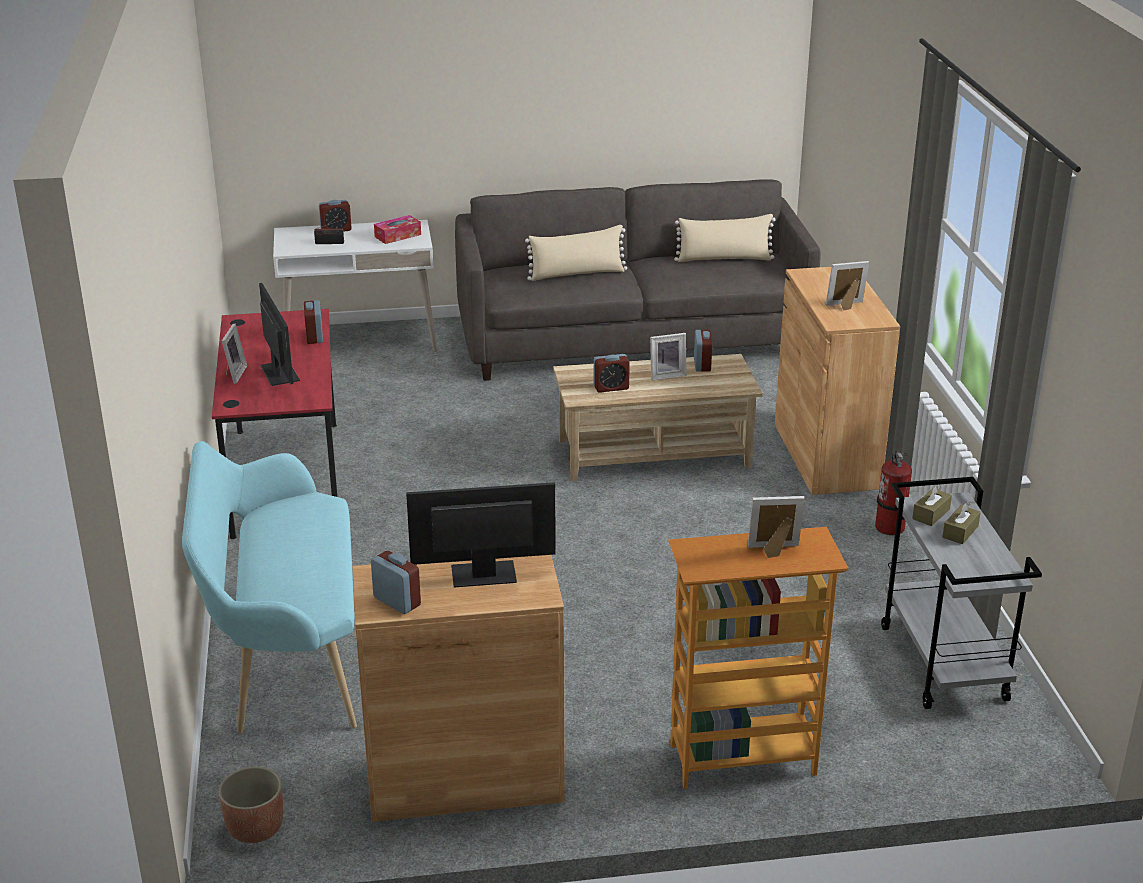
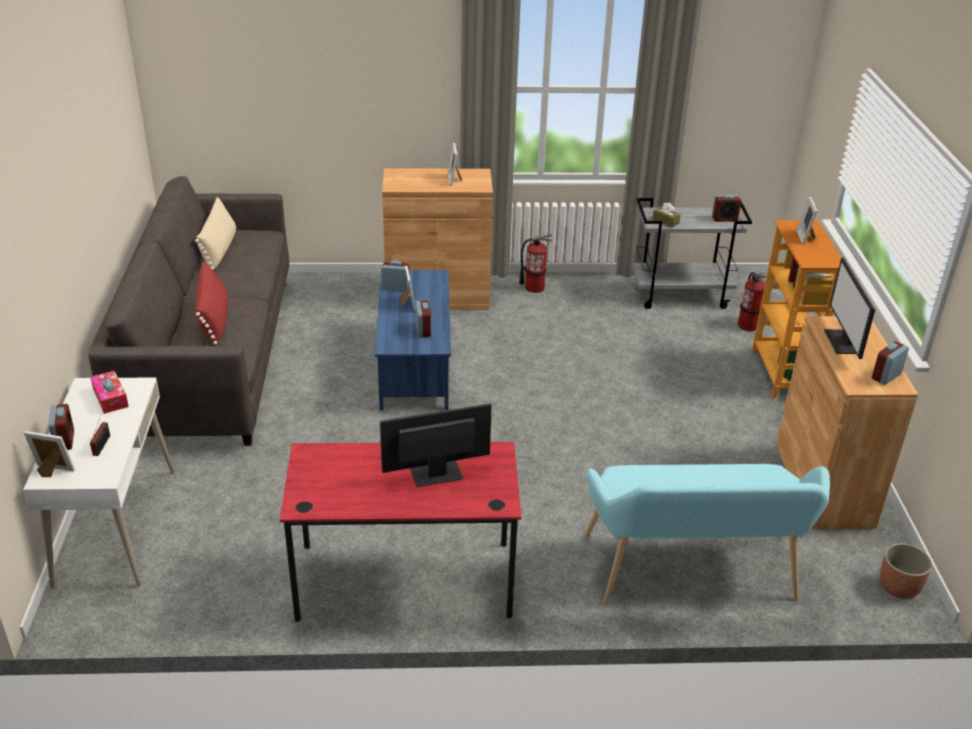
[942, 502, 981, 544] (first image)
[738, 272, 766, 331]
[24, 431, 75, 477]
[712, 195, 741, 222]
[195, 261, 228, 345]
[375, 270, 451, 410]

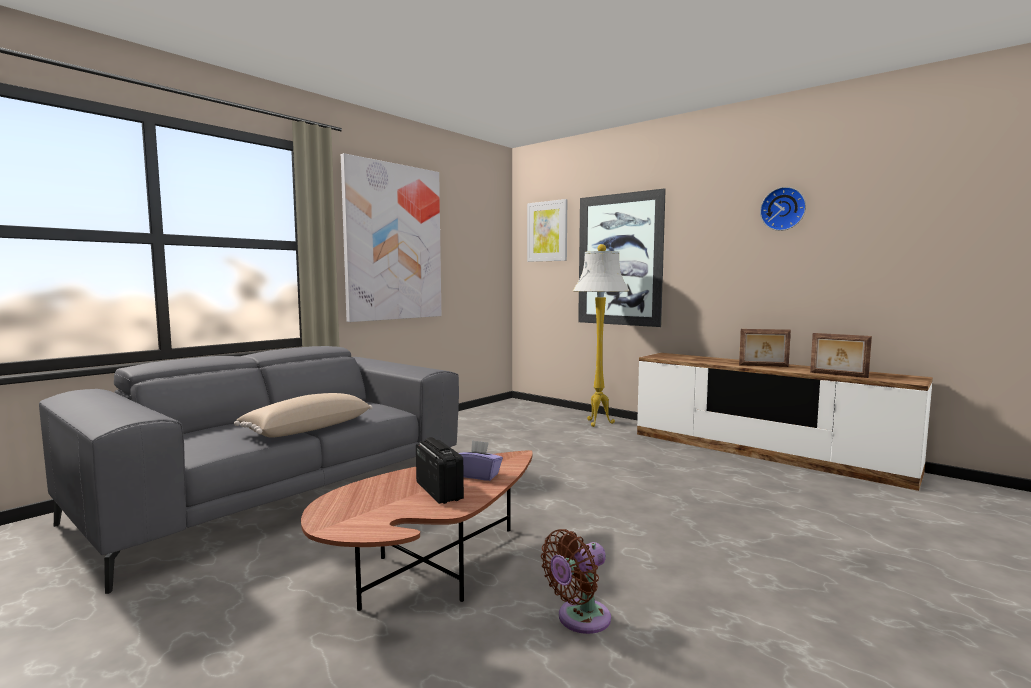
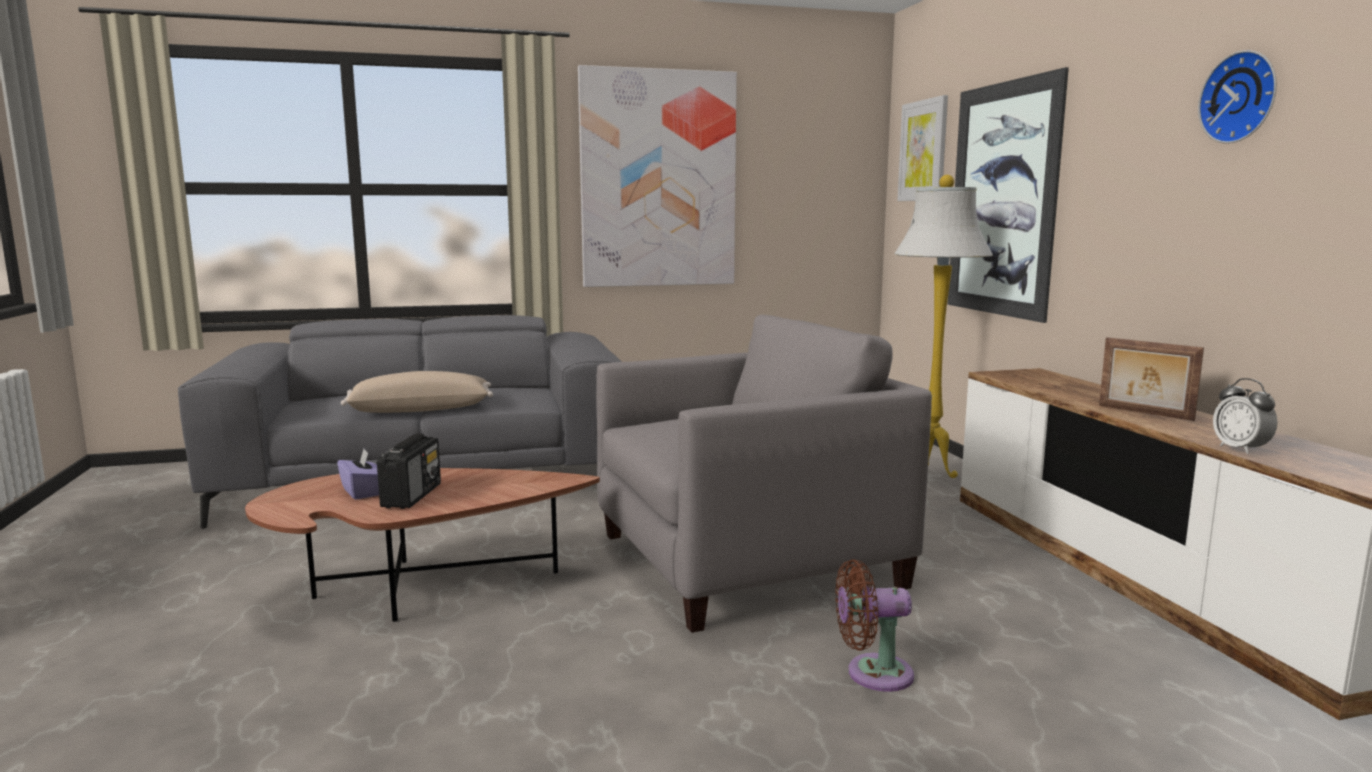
[596, 315, 932, 633]
[337, 449, 379, 500]
[835, 559, 914, 692]
[1213, 378, 1278, 454]

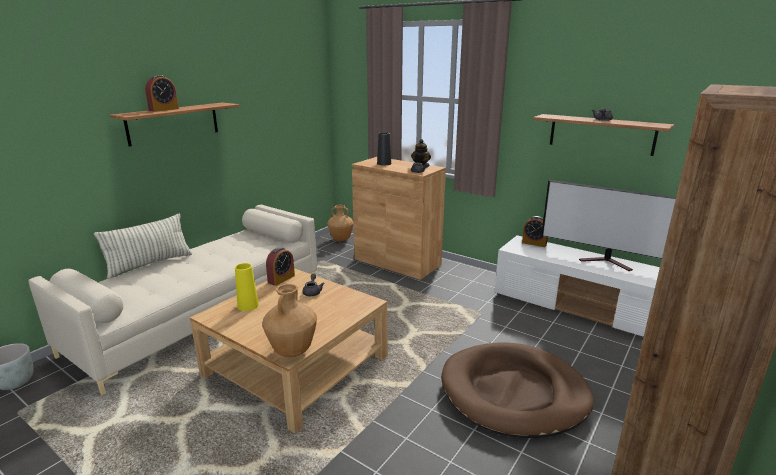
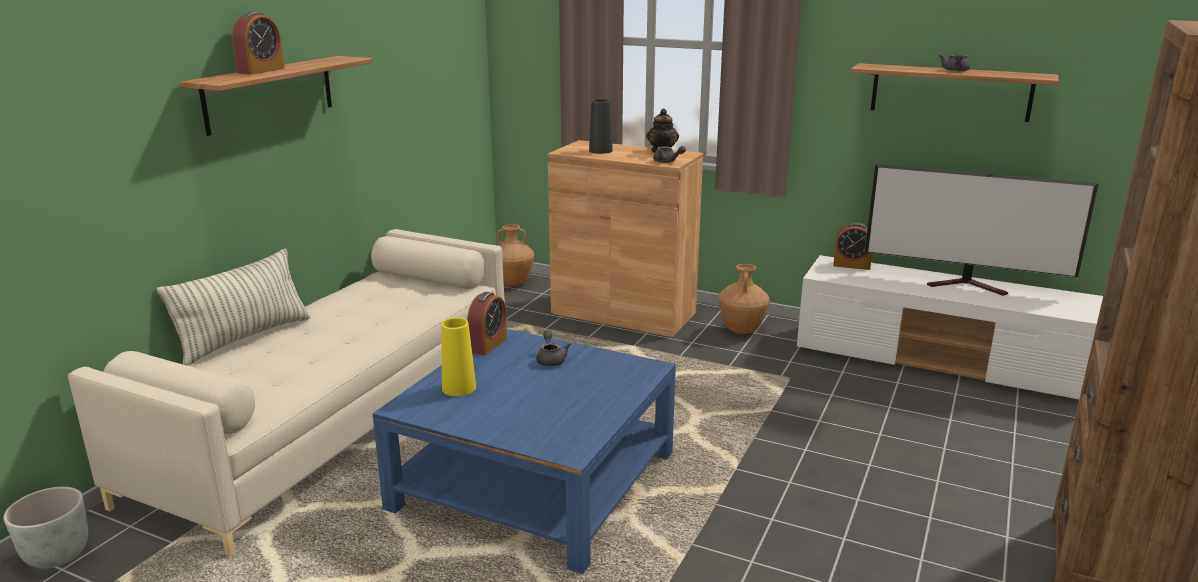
[441, 342, 594, 438] (first image)
[719, 264, 770, 334]
[372, 329, 676, 574]

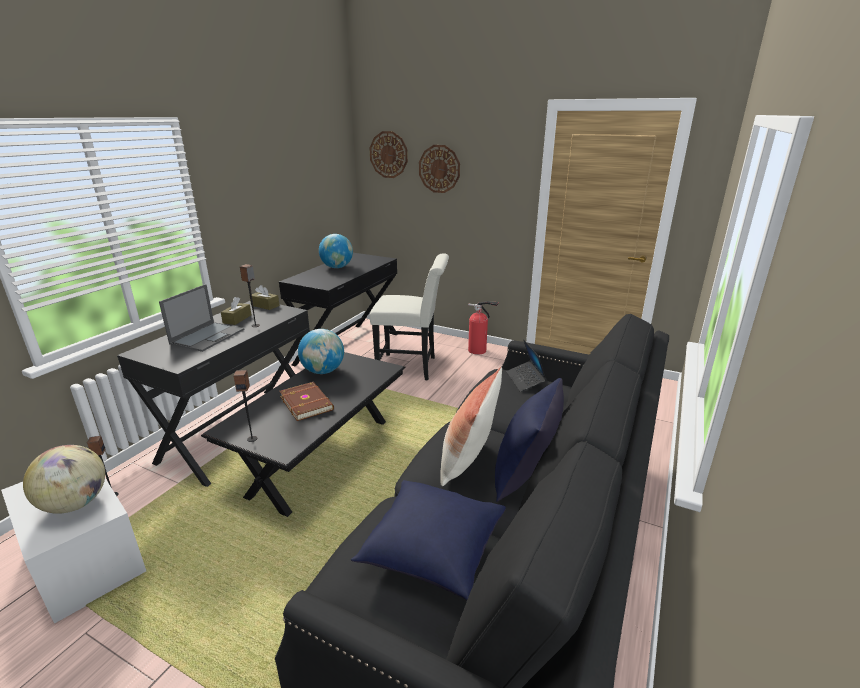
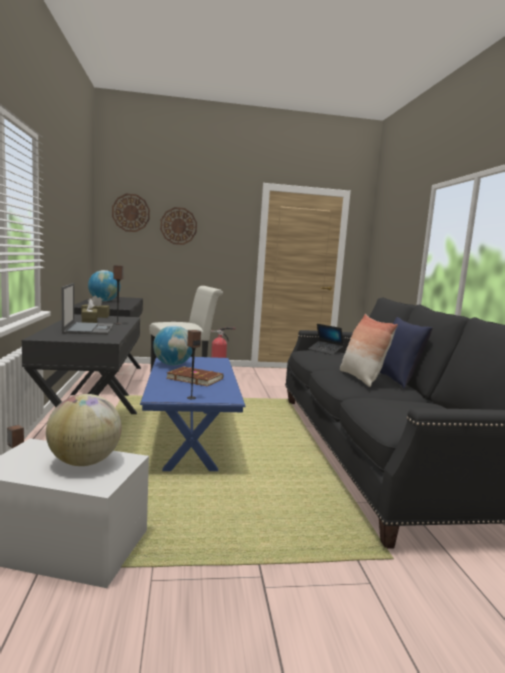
[351, 480, 506, 601] (first image)
[140, 357, 245, 471]

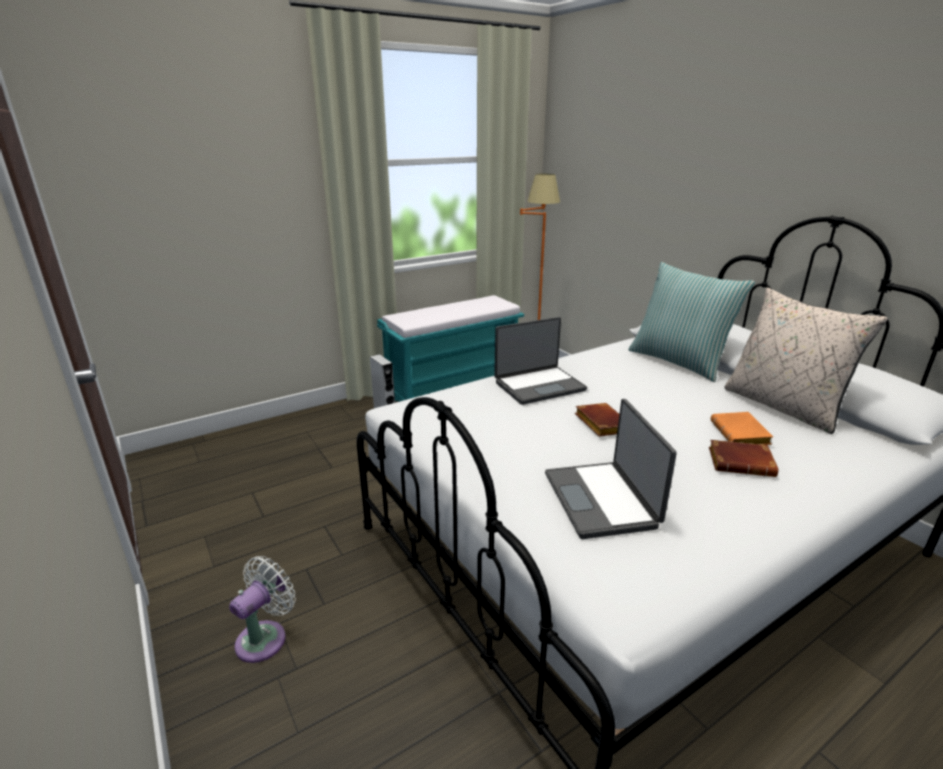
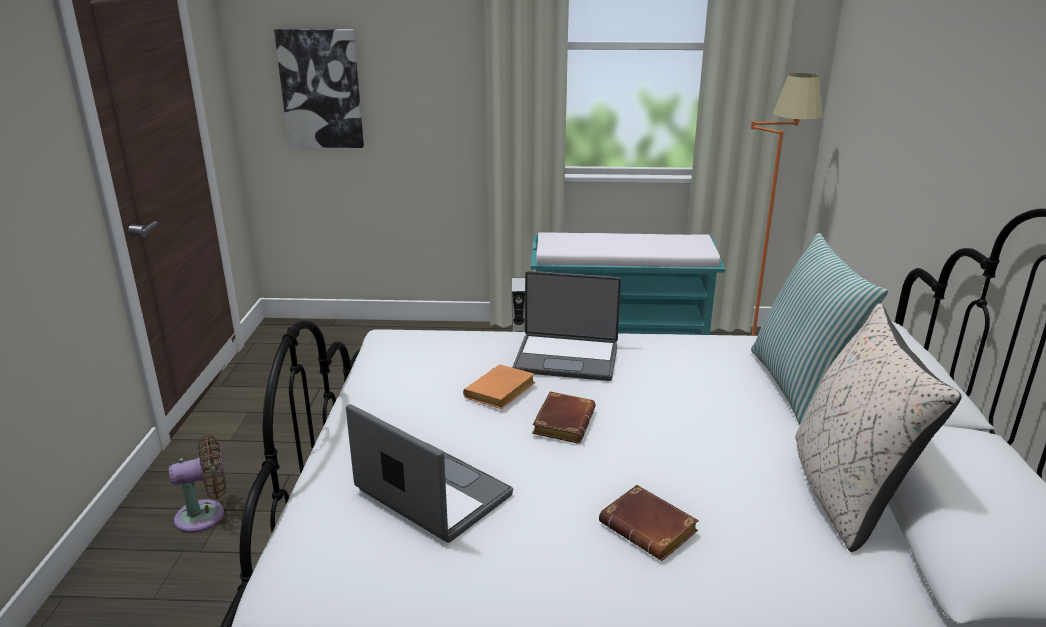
[274, 29, 364, 148]
[463, 365, 535, 409]
[169, 435, 226, 533]
[346, 404, 513, 543]

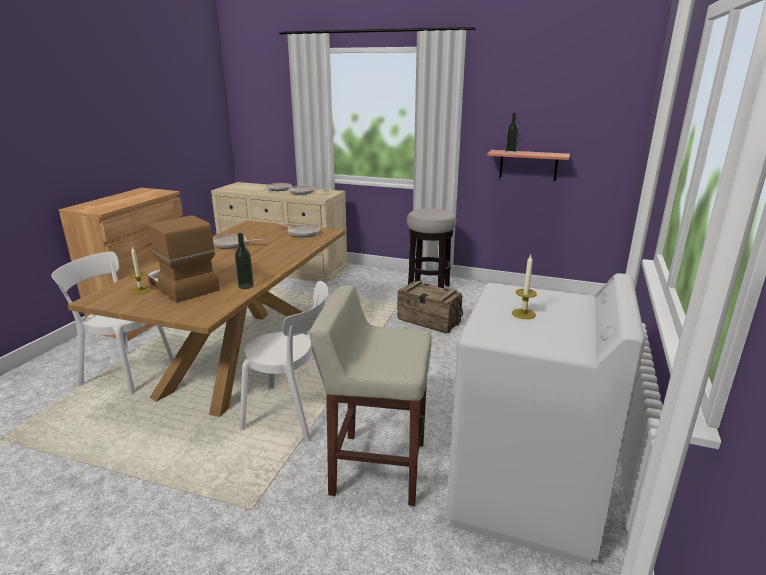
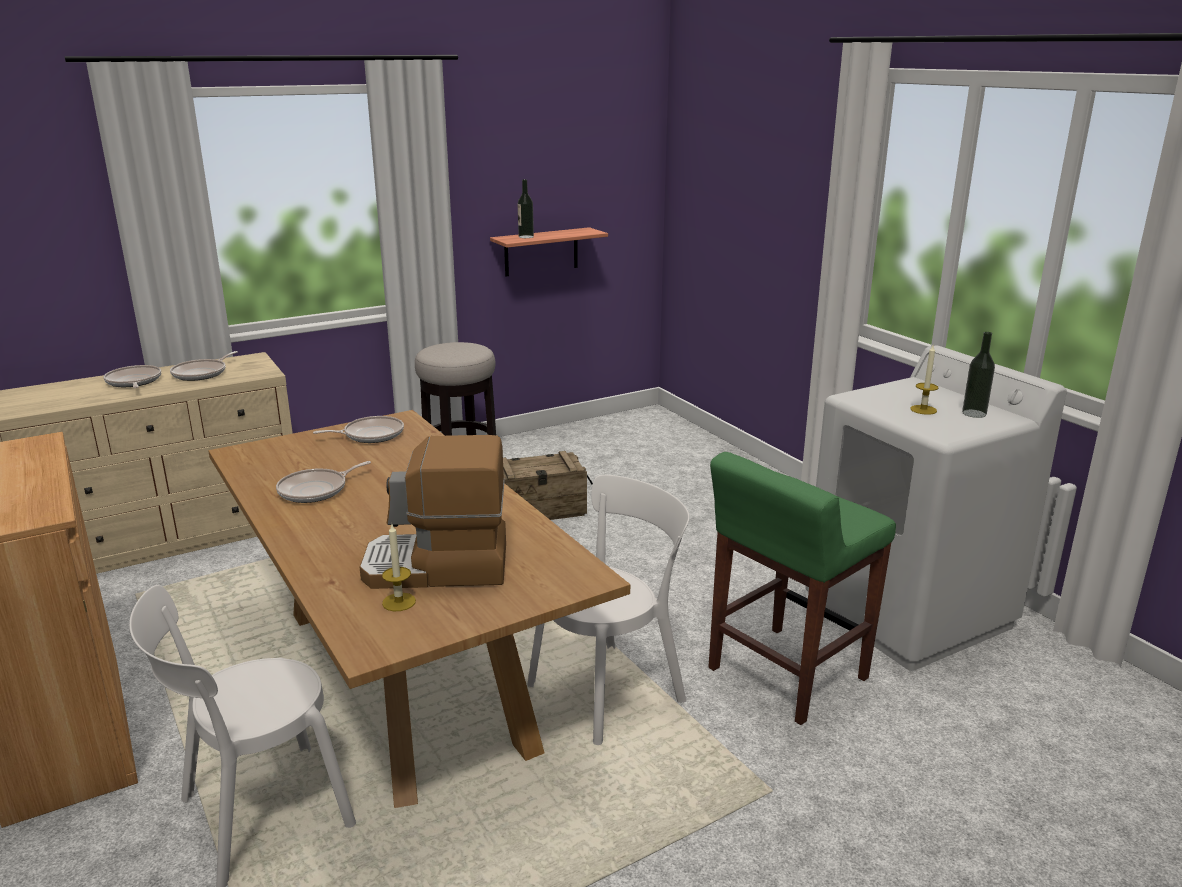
[962, 332, 995, 418]
[708, 452, 896, 725]

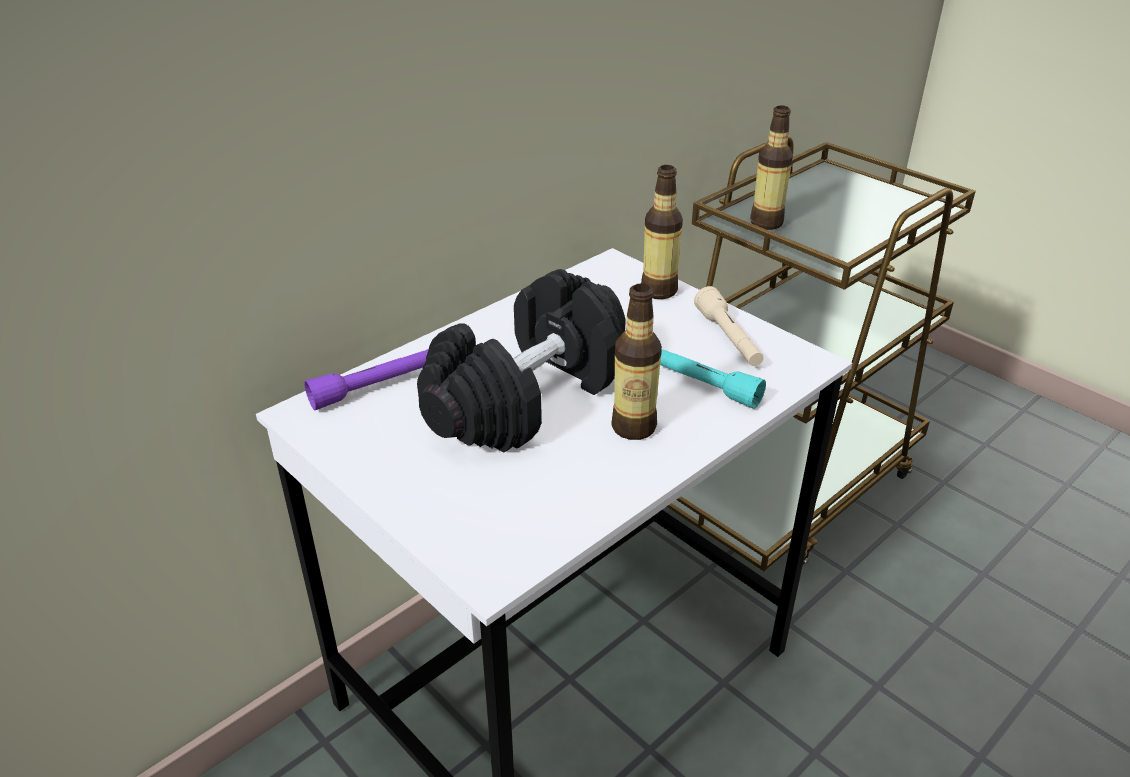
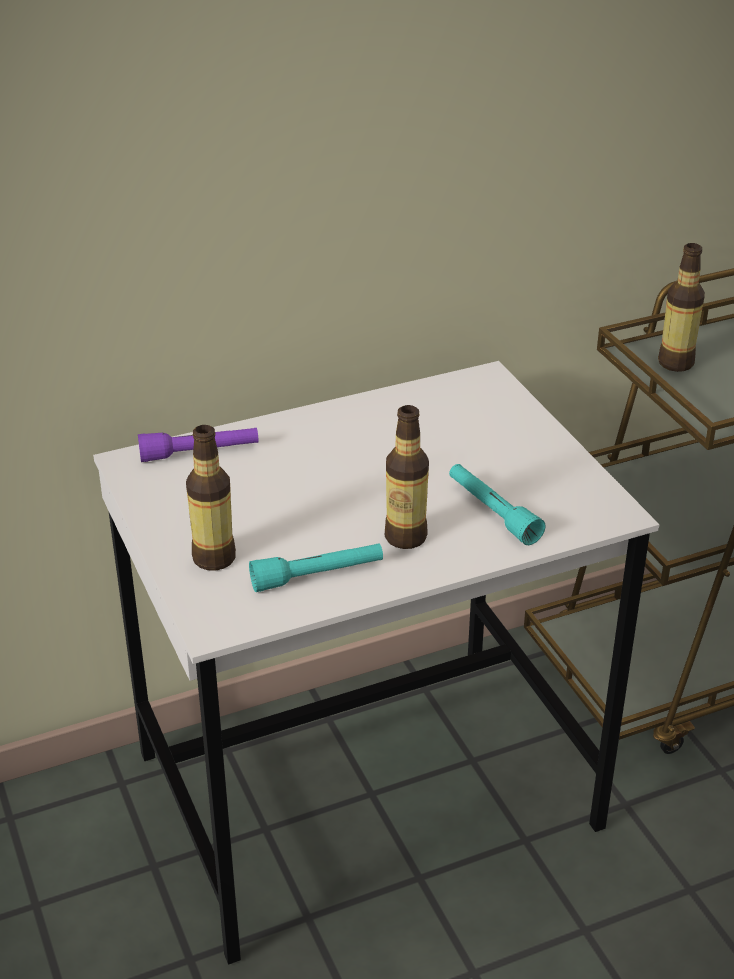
[417, 269, 626, 453] (first image)
[694, 286, 764, 366] (first image)
[249, 543, 383, 592]
[186, 425, 236, 571]

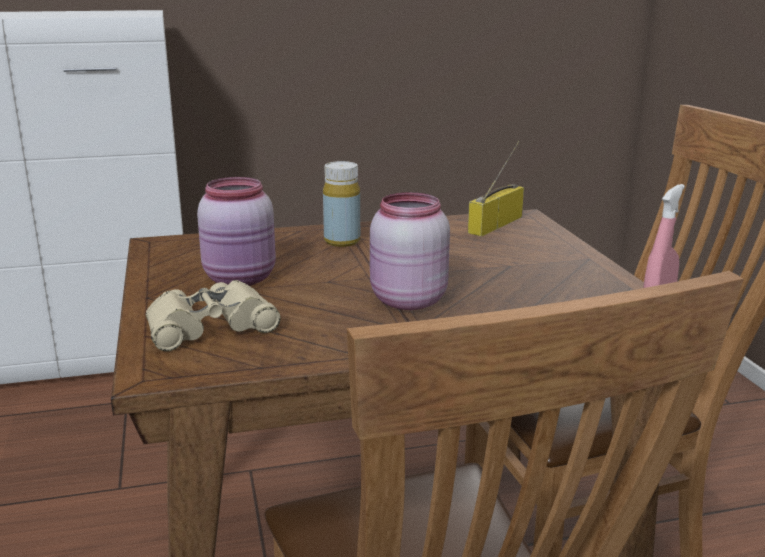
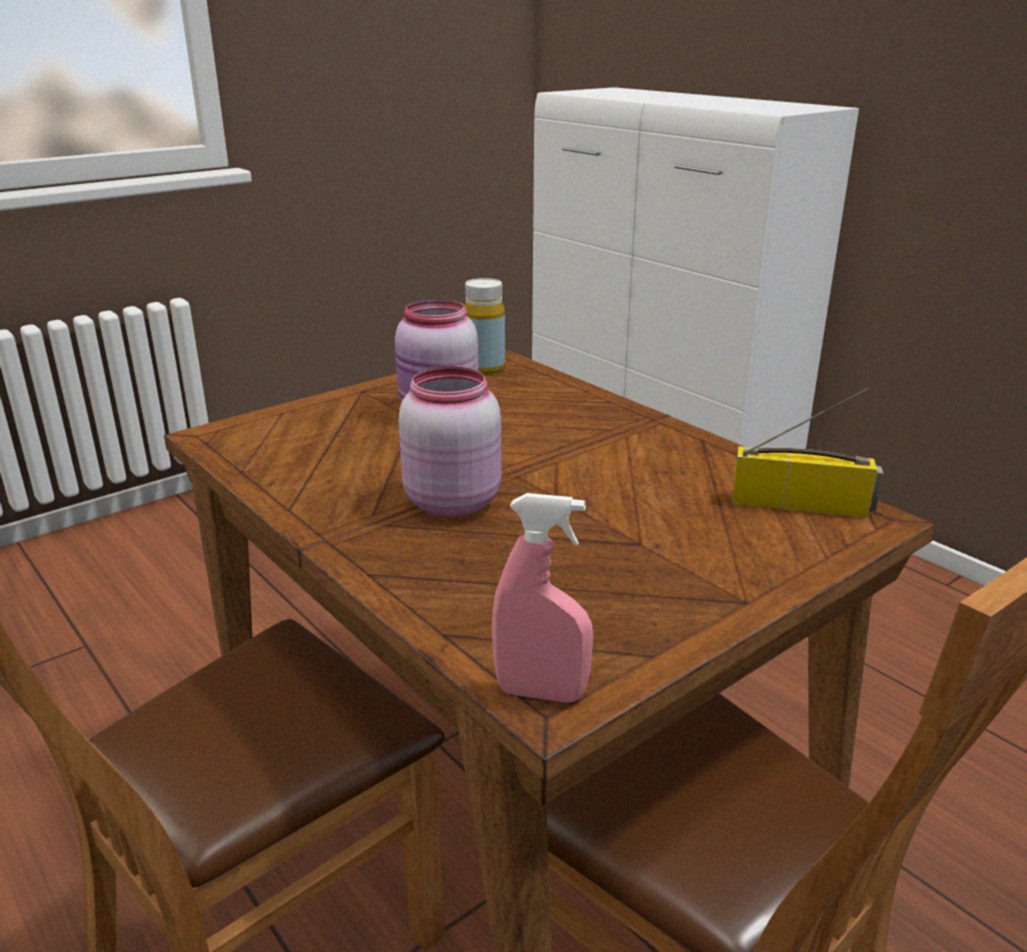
[146, 280, 281, 351] (first image)
[465, 278, 505, 374]

